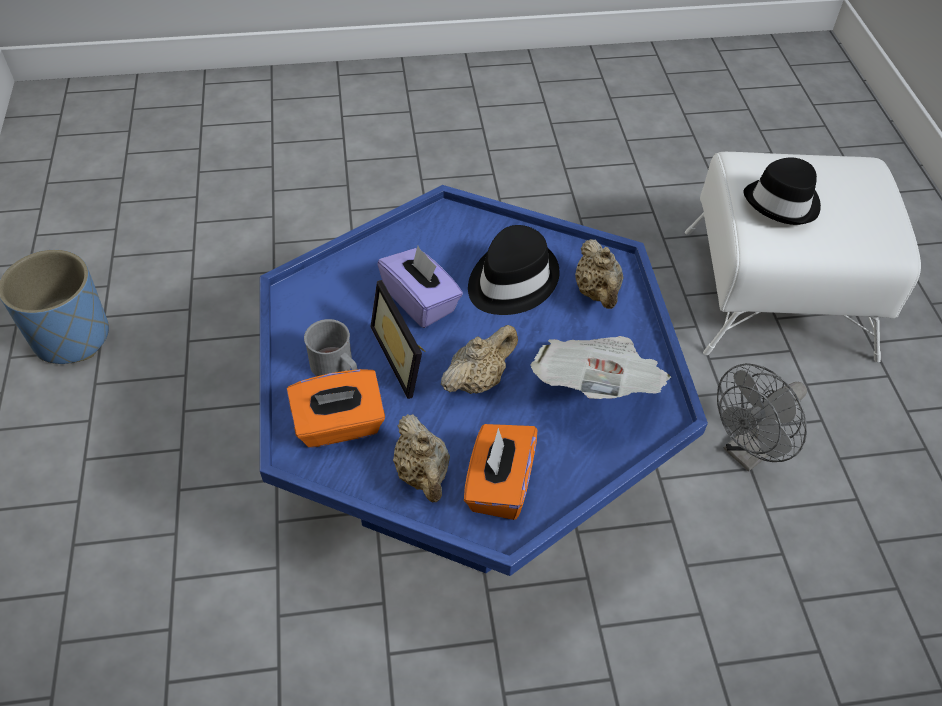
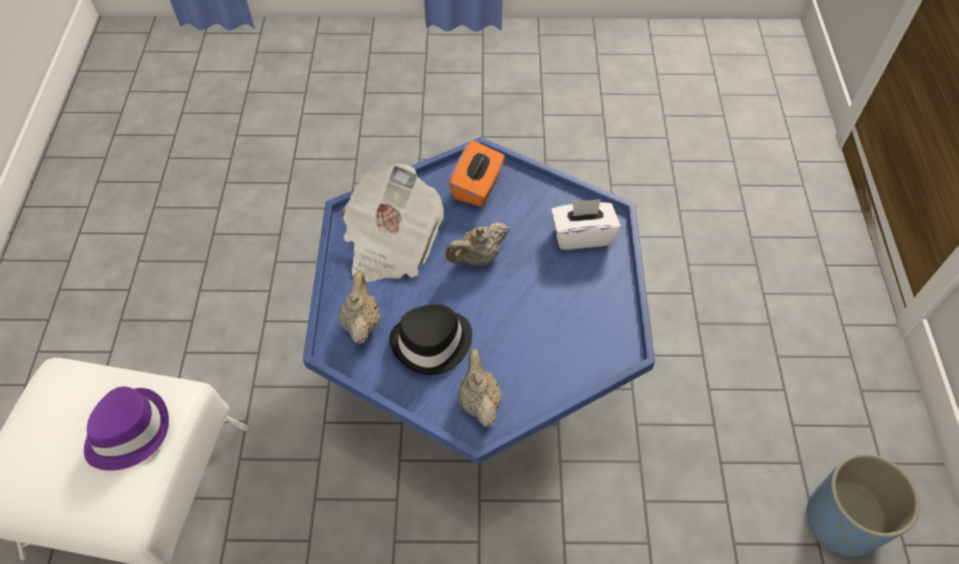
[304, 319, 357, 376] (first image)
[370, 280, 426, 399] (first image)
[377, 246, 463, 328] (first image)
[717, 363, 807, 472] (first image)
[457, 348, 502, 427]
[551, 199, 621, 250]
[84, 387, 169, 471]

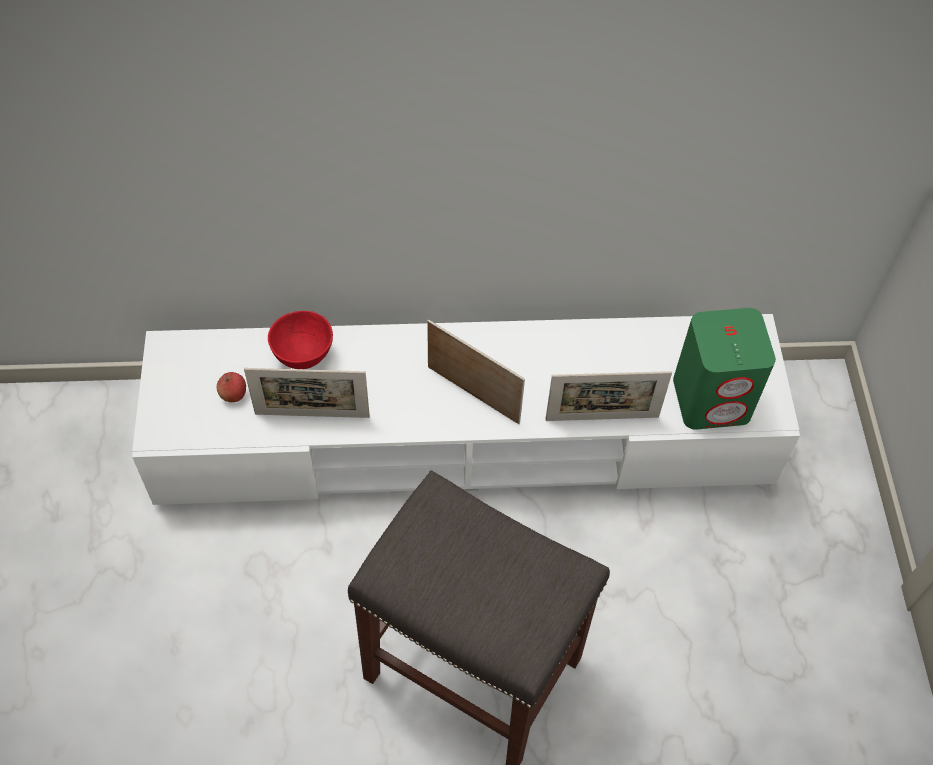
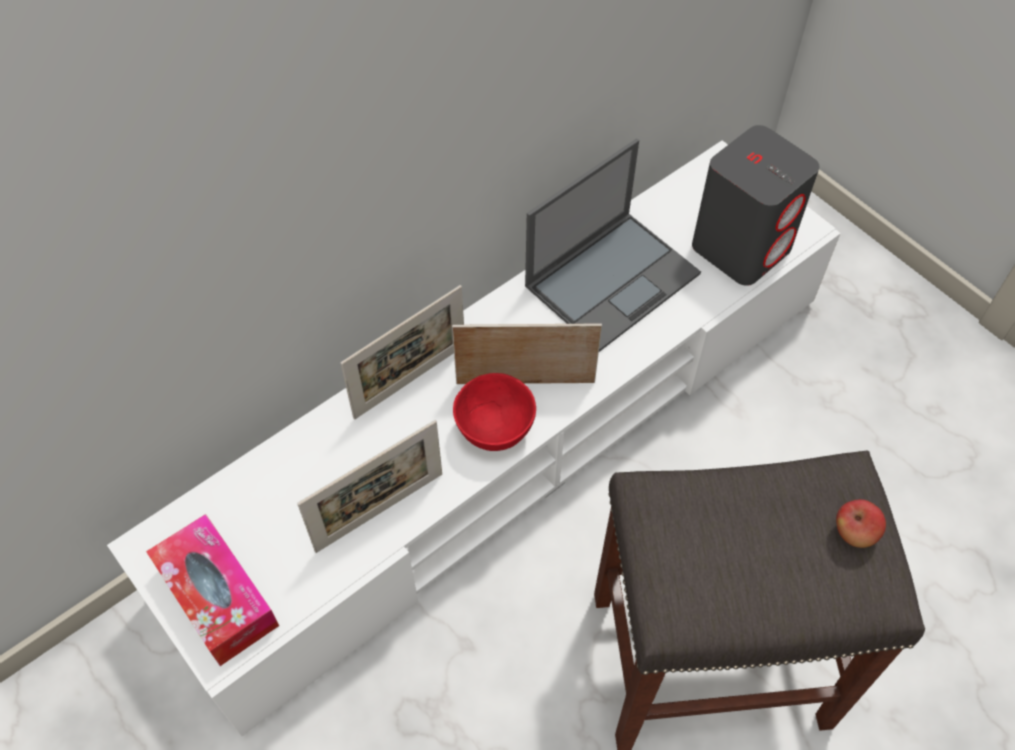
[146, 514, 279, 666]
[525, 139, 701, 352]
[836, 499, 886, 548]
[453, 373, 536, 451]
[340, 285, 464, 419]
[692, 125, 820, 286]

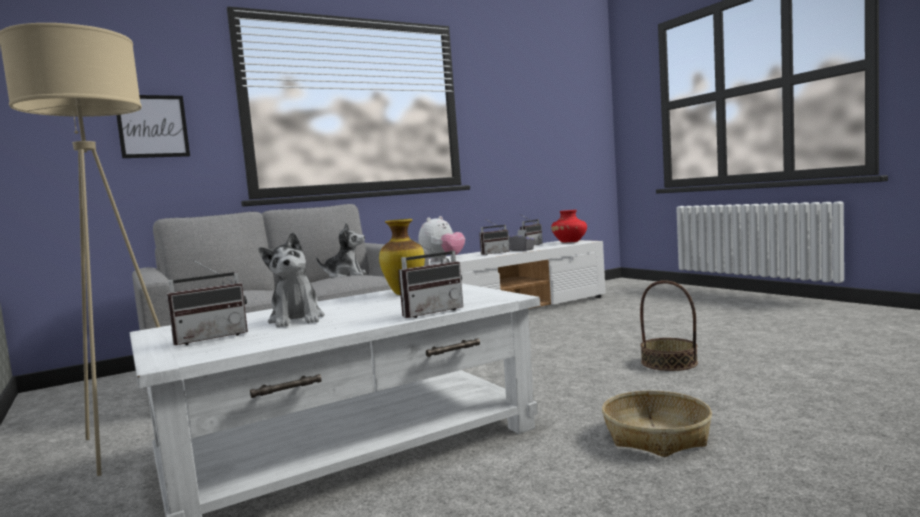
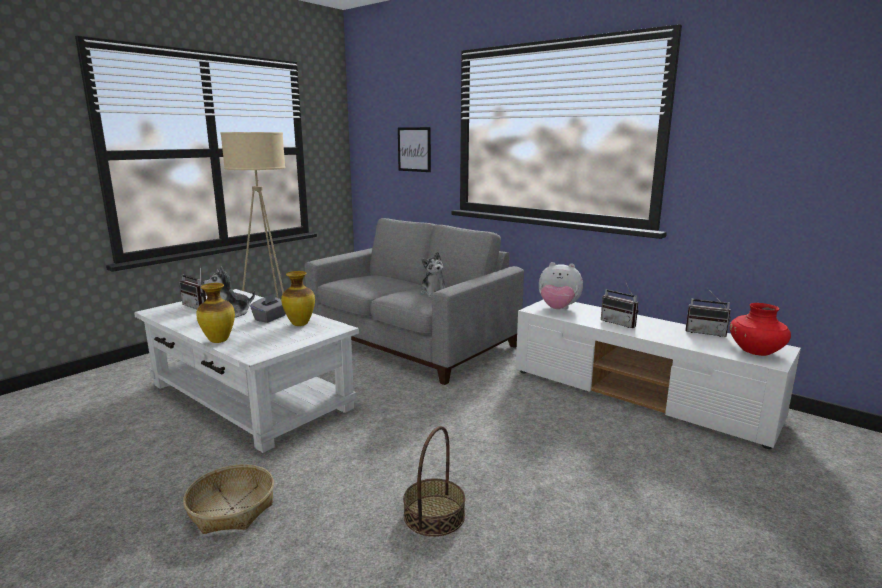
[250, 293, 286, 323]
[196, 283, 235, 343]

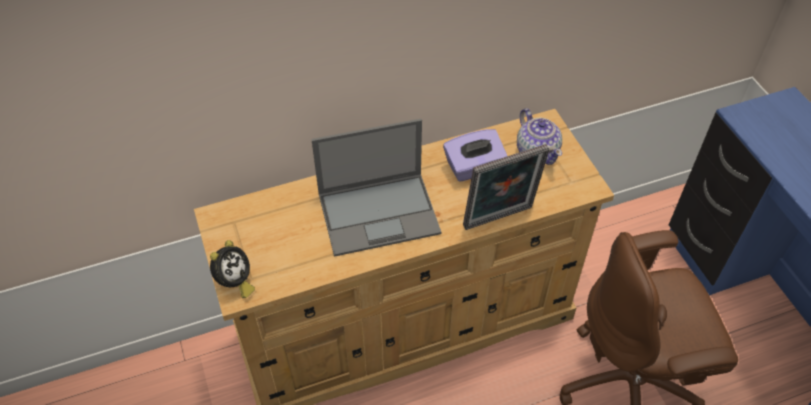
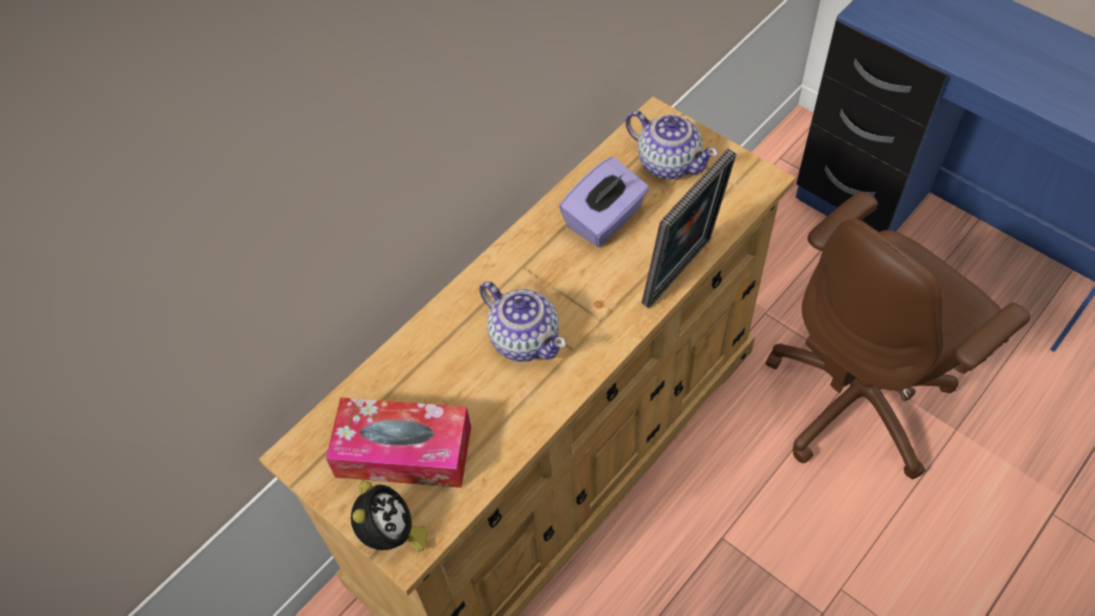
[326, 397, 471, 488]
[479, 281, 566, 361]

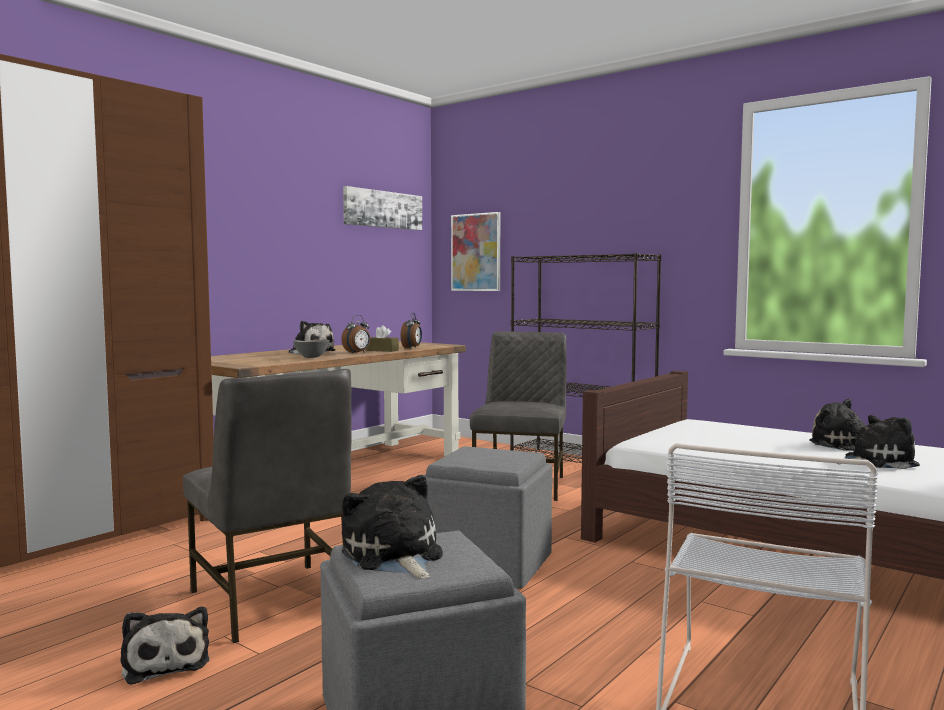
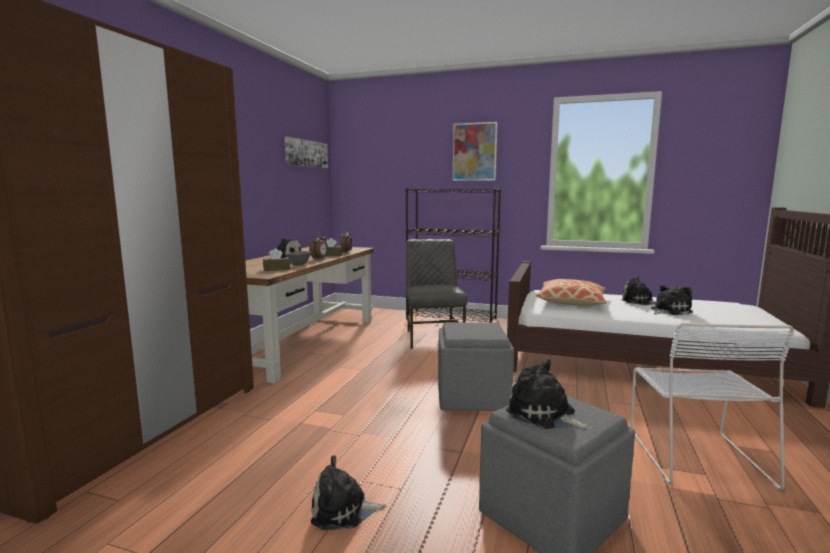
[183, 369, 352, 643] (first image)
[263, 248, 290, 271]
[536, 279, 607, 306]
[453, 122, 497, 181]
[311, 455, 386, 530]

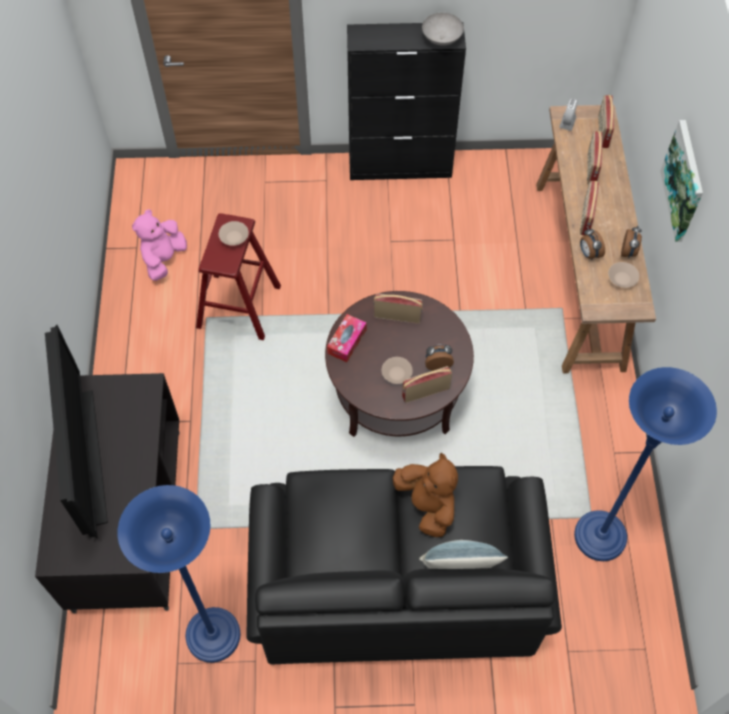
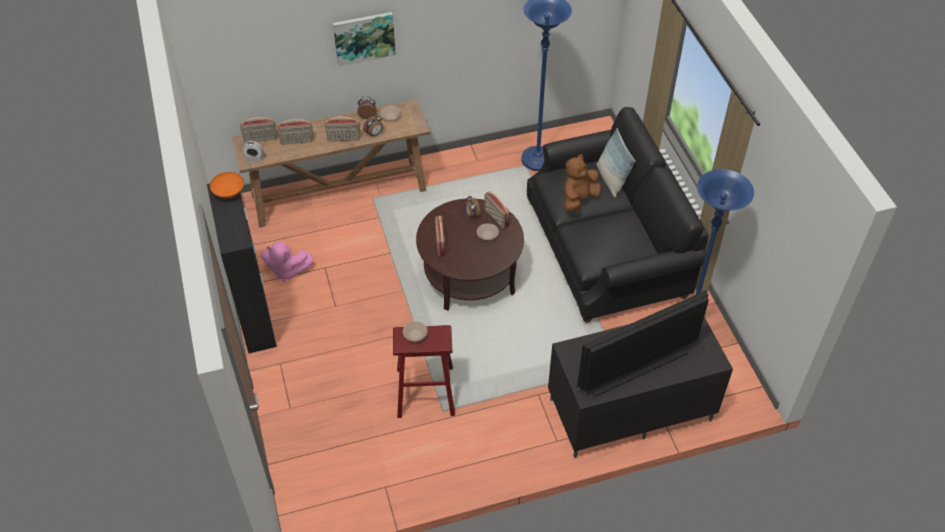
[327, 314, 367, 362] (first image)
[261, 242, 314, 282]
[210, 172, 244, 198]

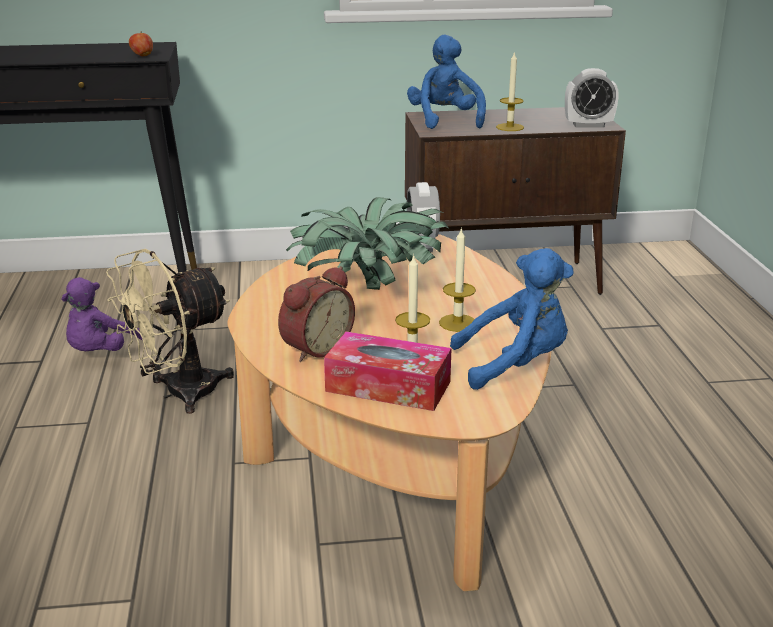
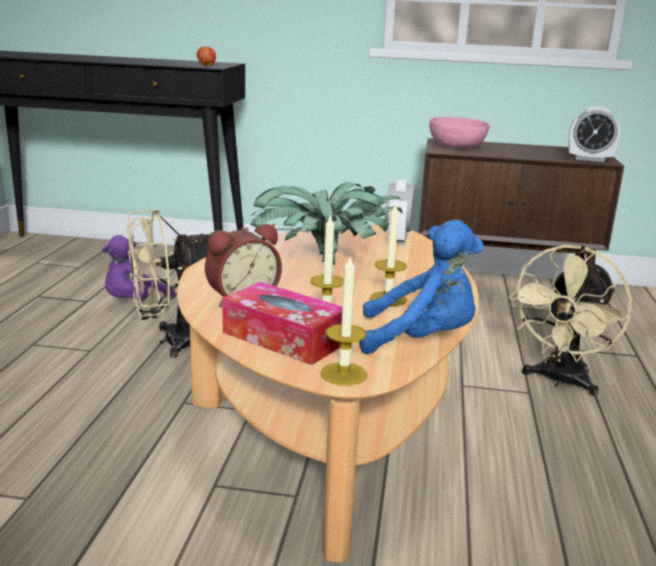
[509, 245, 632, 396]
[321, 257, 367, 386]
[429, 117, 490, 148]

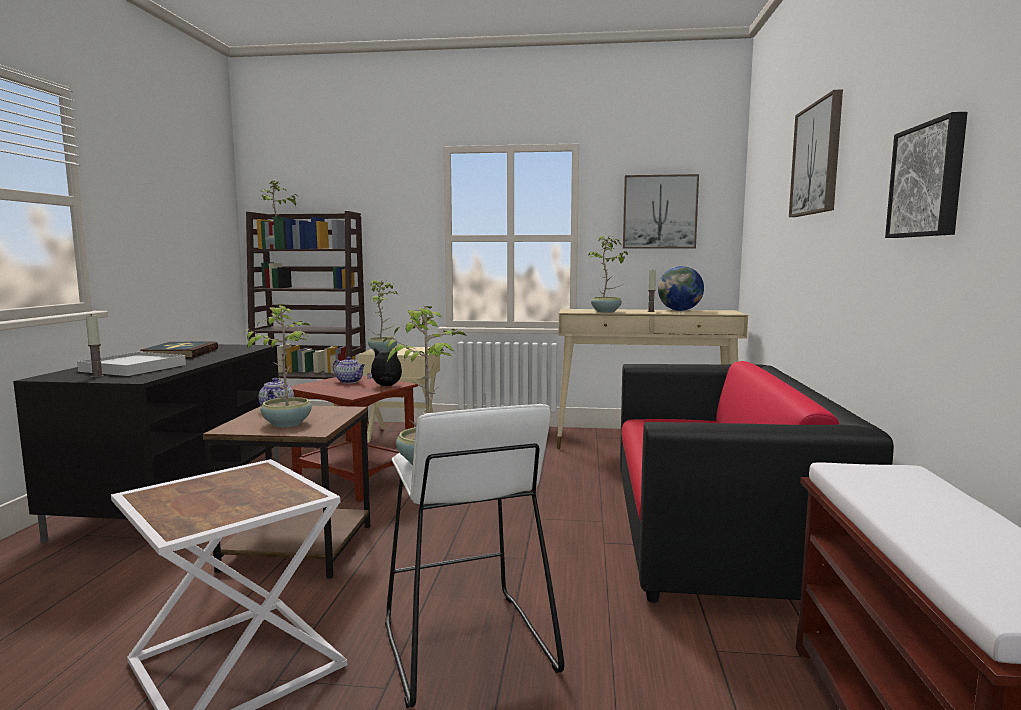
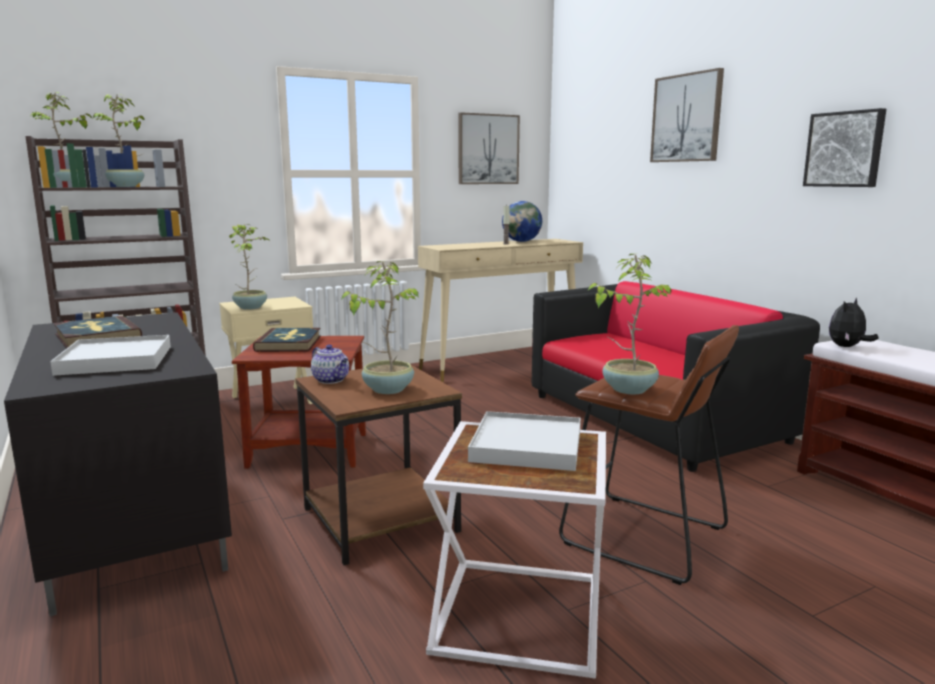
[86, 314, 104, 378] (first image)
[468, 411, 581, 471]
[829, 298, 878, 347]
[93, 94, 144, 187]
[253, 328, 321, 352]
[559, 325, 739, 585]

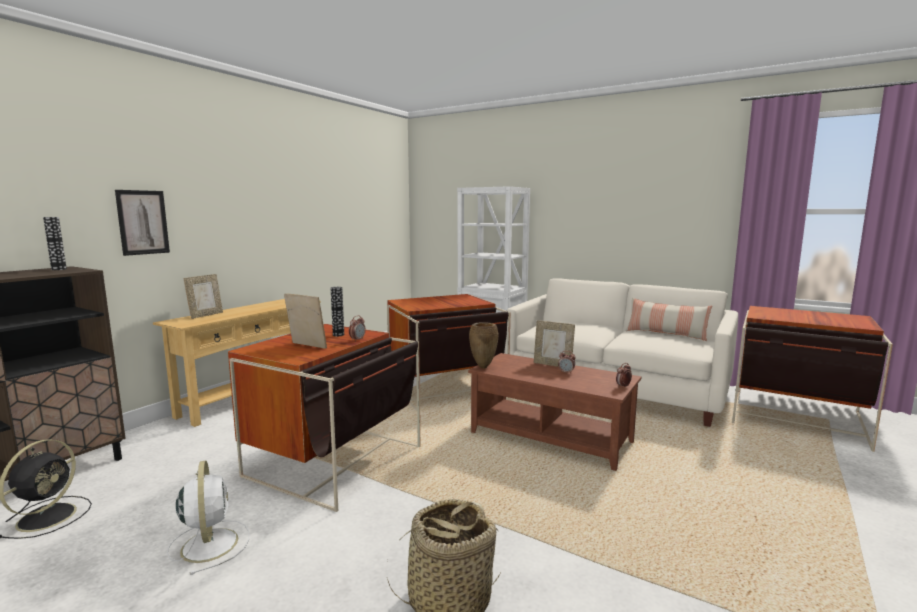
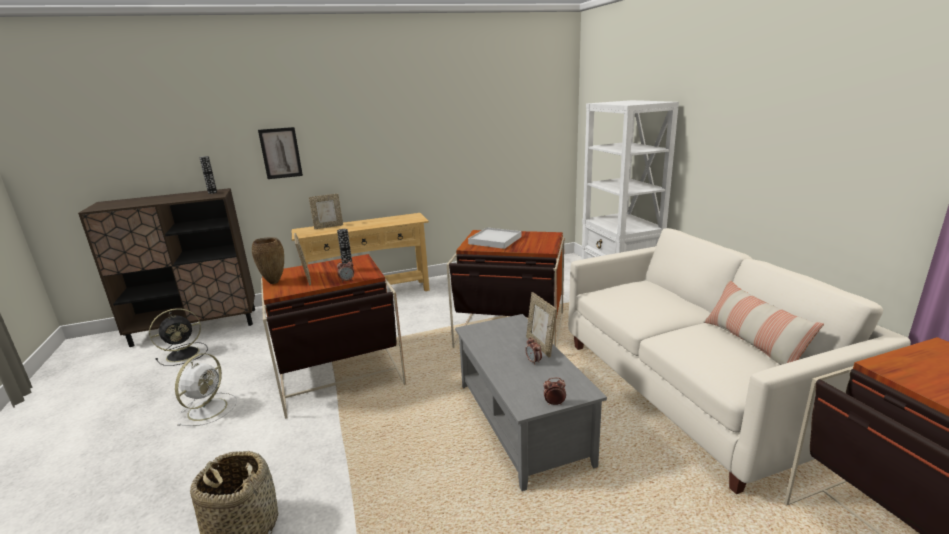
[468, 228, 521, 249]
[252, 237, 284, 284]
[455, 314, 607, 491]

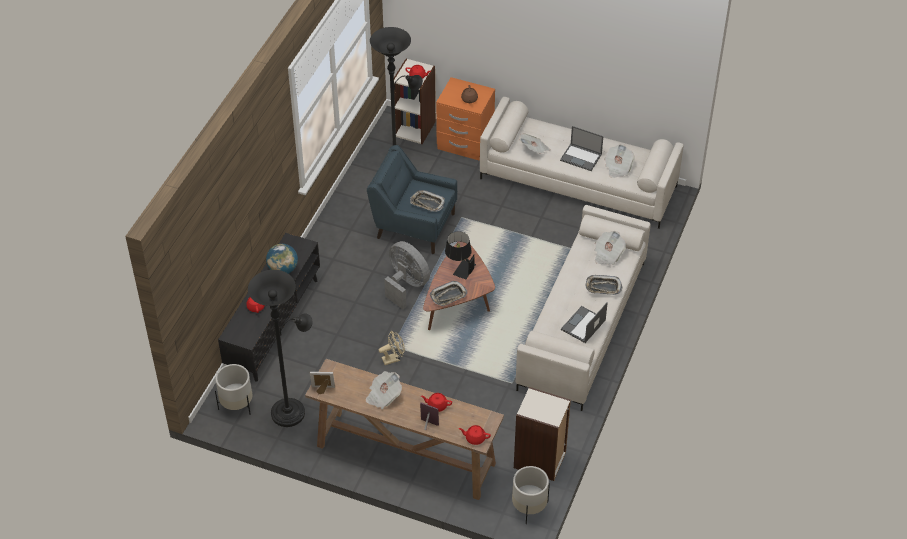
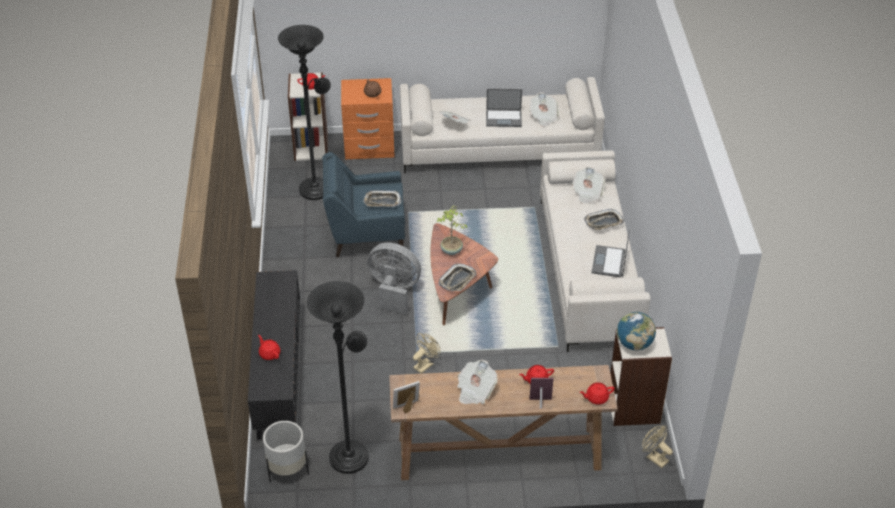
[617, 312, 656, 350]
[436, 205, 467, 255]
[642, 426, 673, 468]

